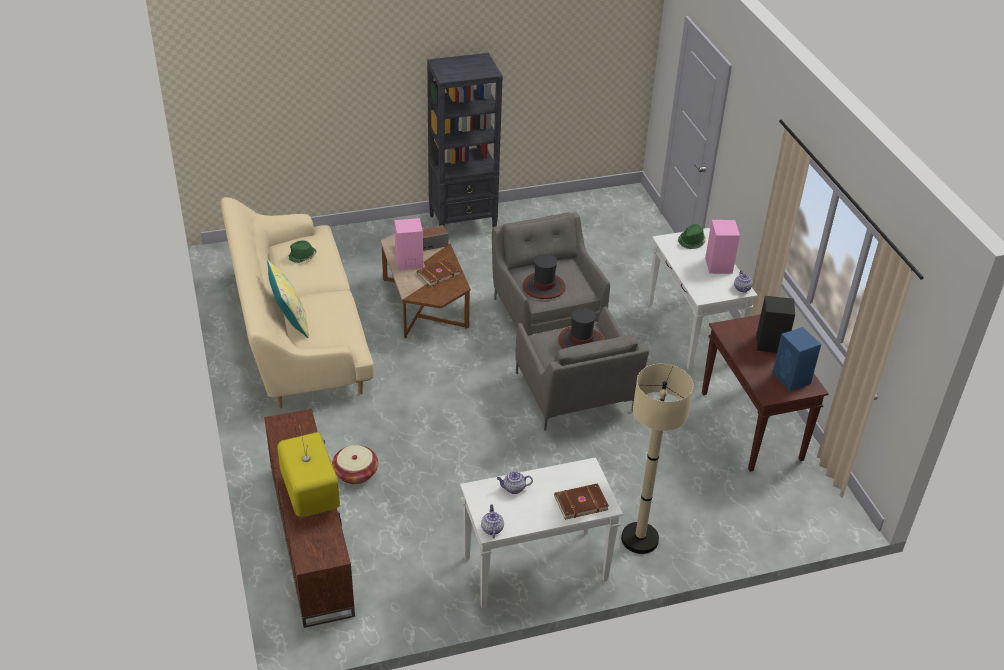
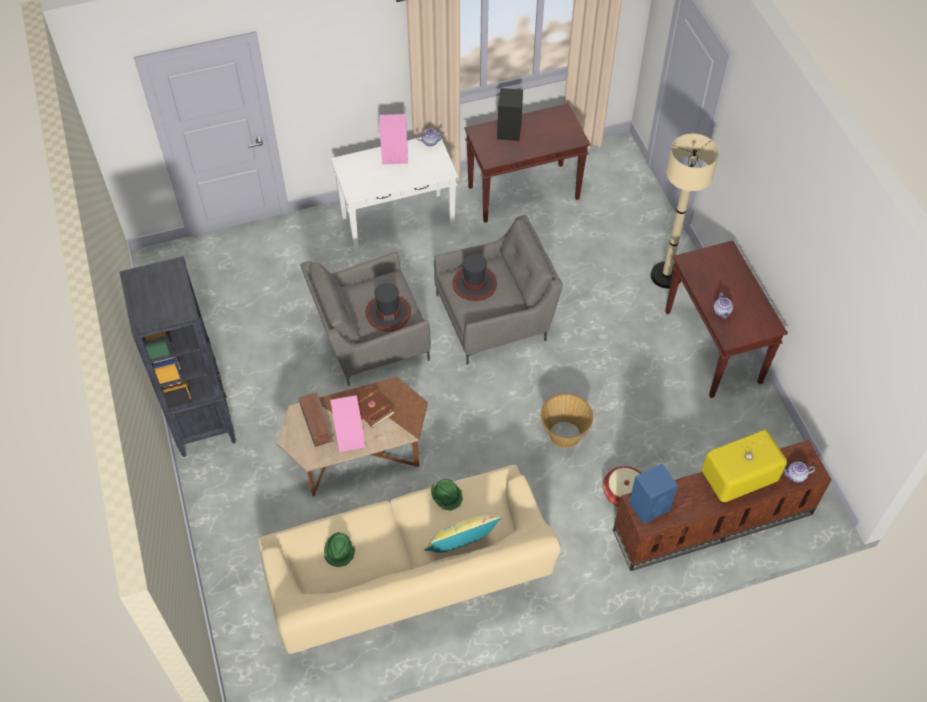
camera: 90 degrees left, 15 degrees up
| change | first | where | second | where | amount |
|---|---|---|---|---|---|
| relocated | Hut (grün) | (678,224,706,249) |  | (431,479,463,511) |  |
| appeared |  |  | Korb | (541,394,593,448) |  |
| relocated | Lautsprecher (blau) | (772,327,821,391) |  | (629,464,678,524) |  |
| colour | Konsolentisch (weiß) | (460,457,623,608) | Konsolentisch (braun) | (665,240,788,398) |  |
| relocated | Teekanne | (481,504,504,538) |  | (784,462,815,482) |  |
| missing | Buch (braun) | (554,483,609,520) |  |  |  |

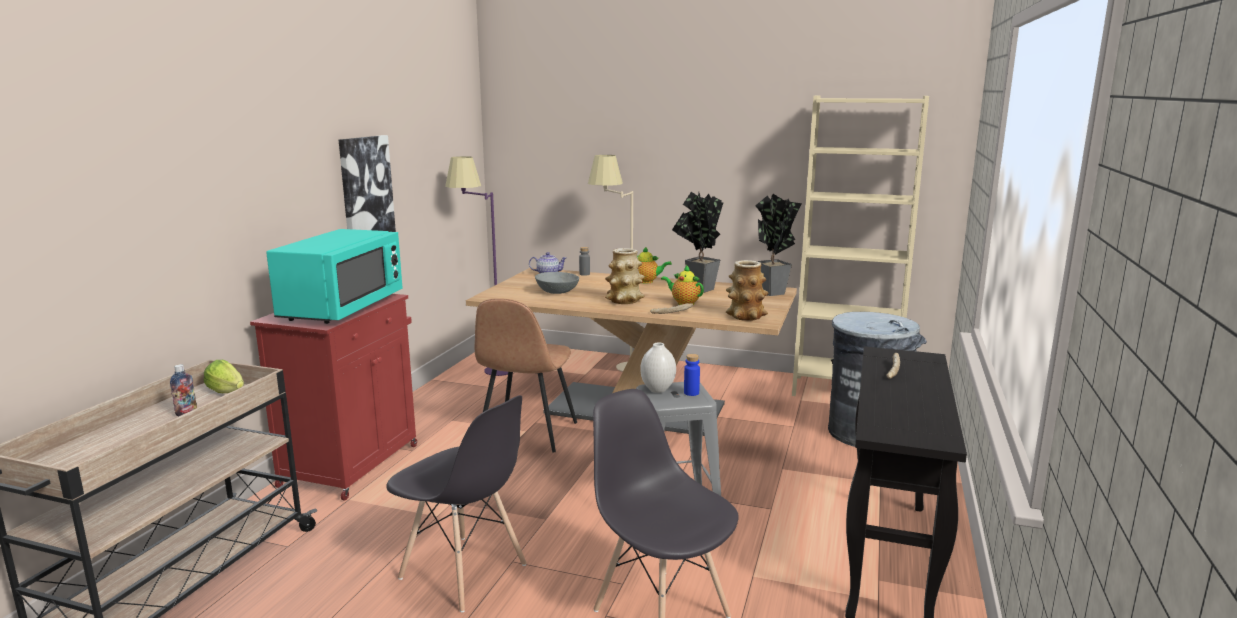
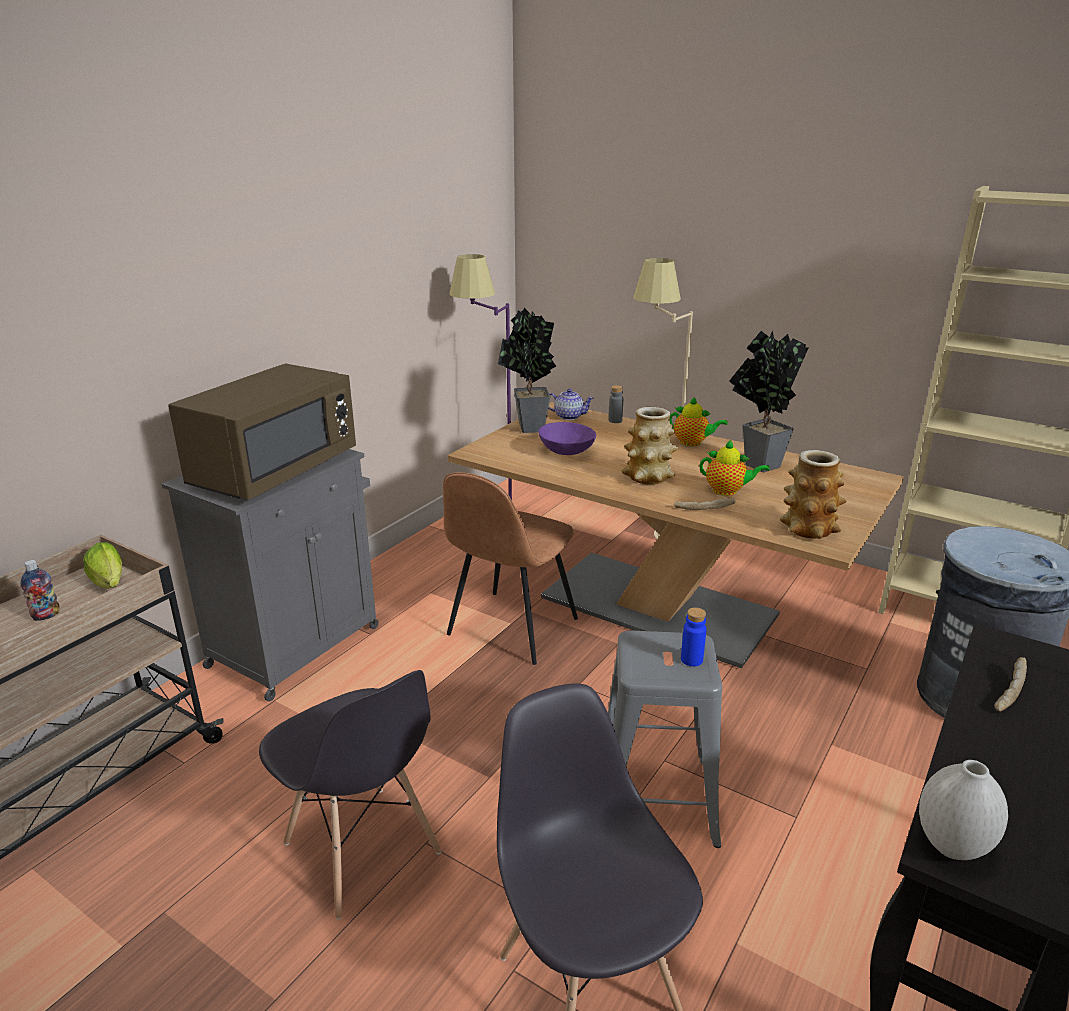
camera: 15 degrees right, 10 degrees up
| change | first | where | second | where | amount |
|---|---|---|---|---|---|
| colour | Schrank (rot) | (250,294,417,501) | Schrank (grau) | (162,449,379,702) |  |
| colour | Mikrowelle (türkis) | (266,229,402,324) | Mikrowelle (braun) | (168,363,356,500) |  |
| relocated | Topfpflanze | (755,194,802,296) |  | (498,308,556,433) |  |
| colour | Schüssel (grau) | (535,272,579,294) | Schüssel (lila) | (538,422,596,455) |  |
| spun | Teekanne | (661,265,704,305) |  | (700,440,770,496) | 150 degrees clockwise |
| relocated | Vase (weiß) | (640,343,676,393) |  | (919,760,1008,860) |  |
| missing | Bild | (339,135,396,232) |  |  |  |

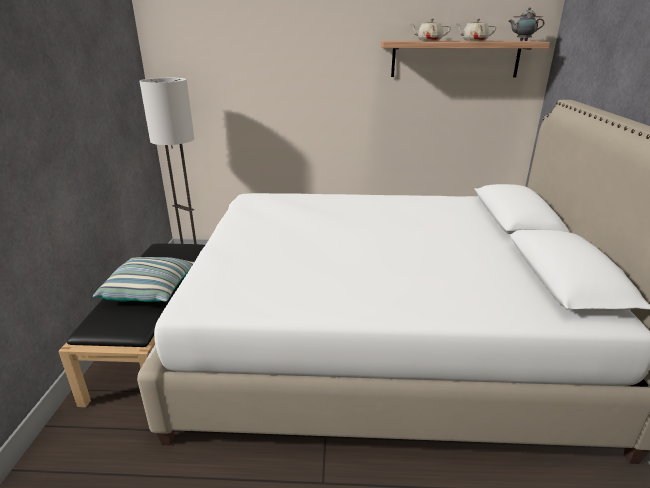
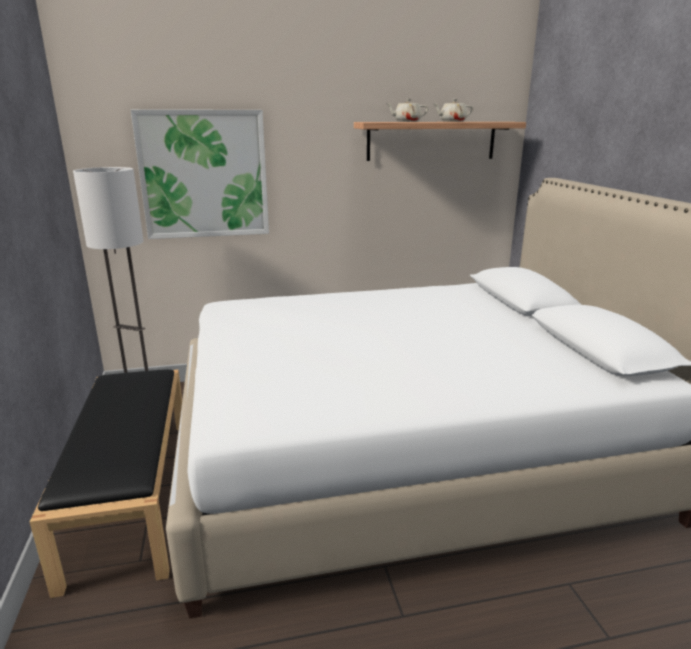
camera: 15 degrees left, 5 degrees down
| change | first | where | second | where | amount |
|---|---|---|---|---|---|
| appeared |  |  | Bild | (131,109,269,239) |  |
| missing | Kissen | (93,257,194,302) |  |  |  |
| missing | Teekanne | (508,8,545,41) |  |  |  |

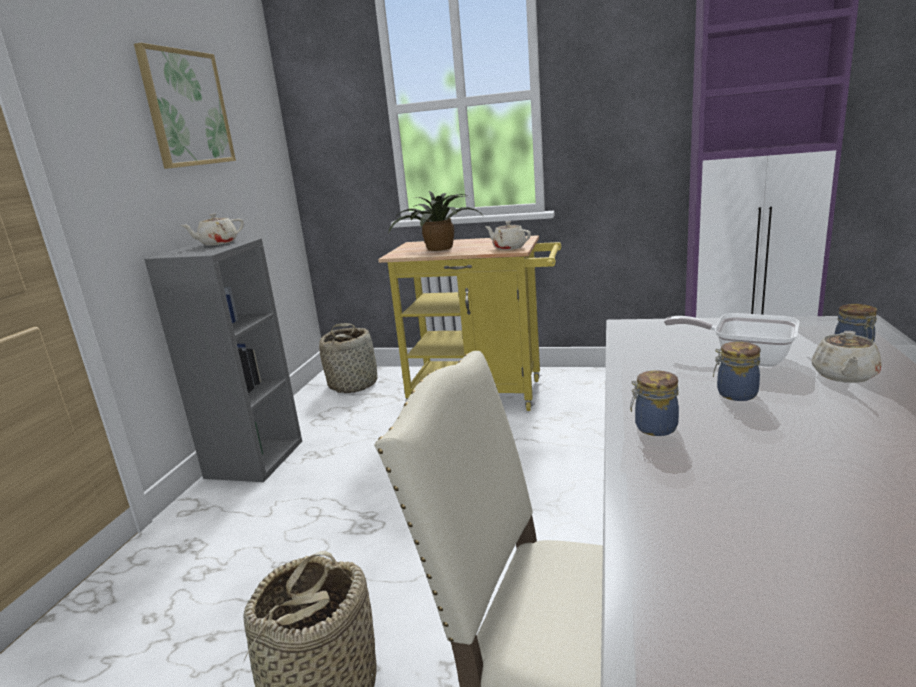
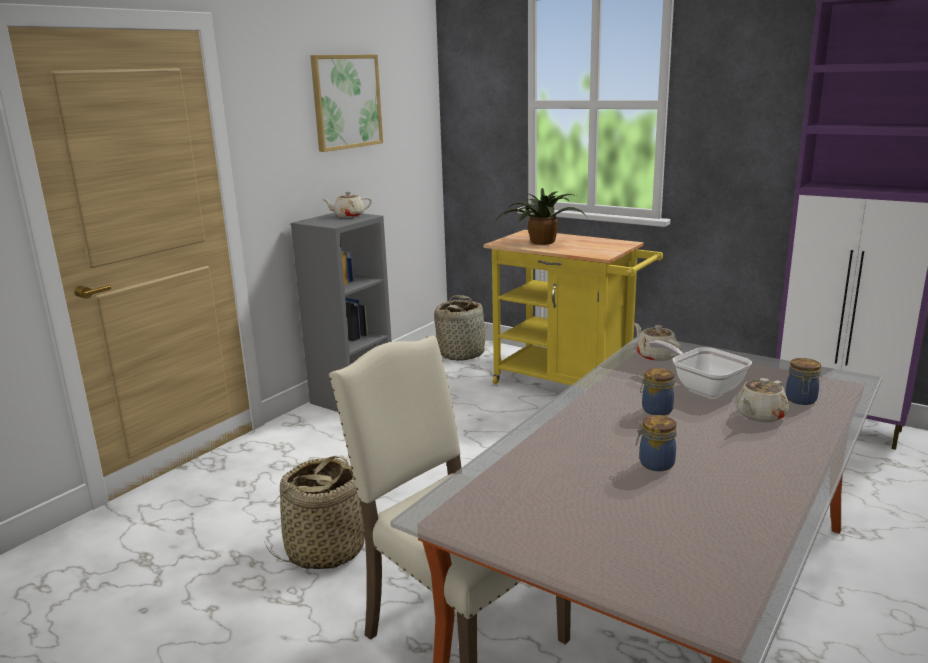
camera: 20 degrees right, 0 degrees up
| change | first | where | second | where | amount |
|---|---|---|---|---|---|
| relocated | Teekanne (beige) | (485,221,531,250) |  | (634,323,681,361) |  |
| relocated | Vorratsglas | (630,370,679,436) |  | (636,415,677,471) |  |

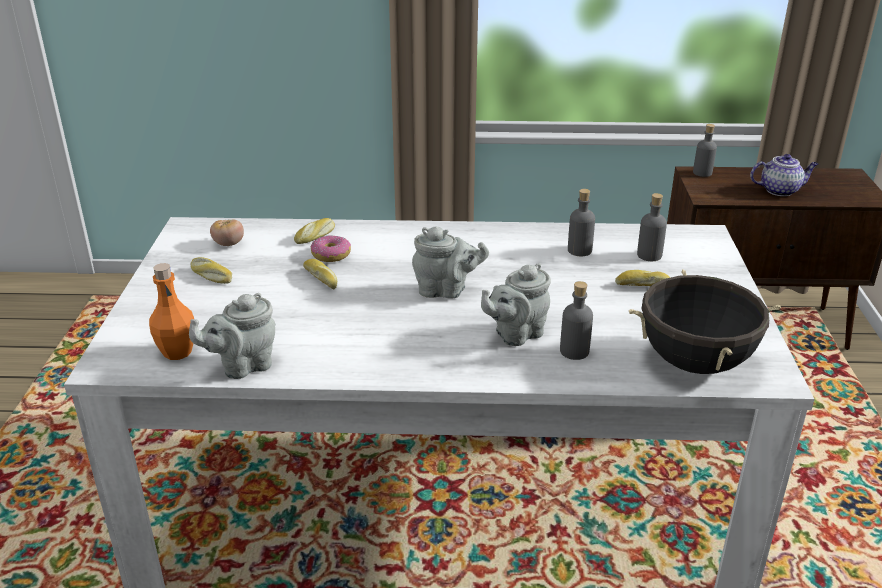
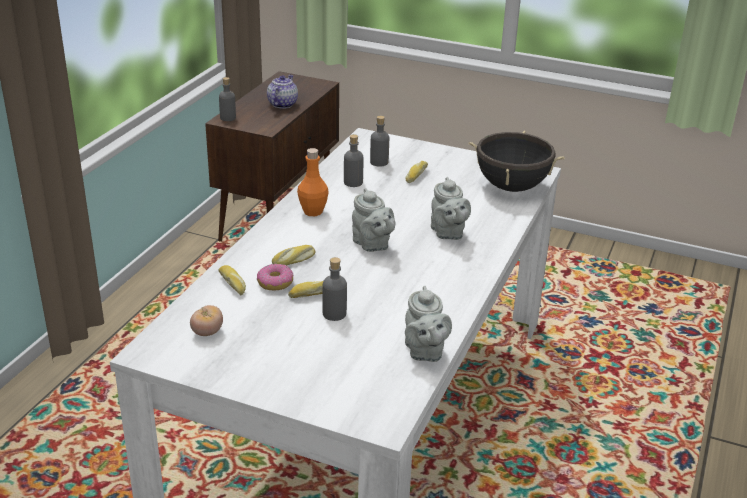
camera: 70 degrees left, 0 degrees up
| change | first | where | second | where | amount |
|---|---|---|---|---|---|
| relocated | Brot | (191,257,232,284) |  | (272,245,316,265) |  |
| relocated | Flasche (orange) | (149,263,194,360) |  | (297,148,329,216) |  |
| relocated | Flasche (grau) | (560,281,593,360) |  | (322,257,347,321) |  |
| spun | Teekanne (grau) | (412,227,489,299) |  | (352,188,396,252) | 120 degrees clockwise |

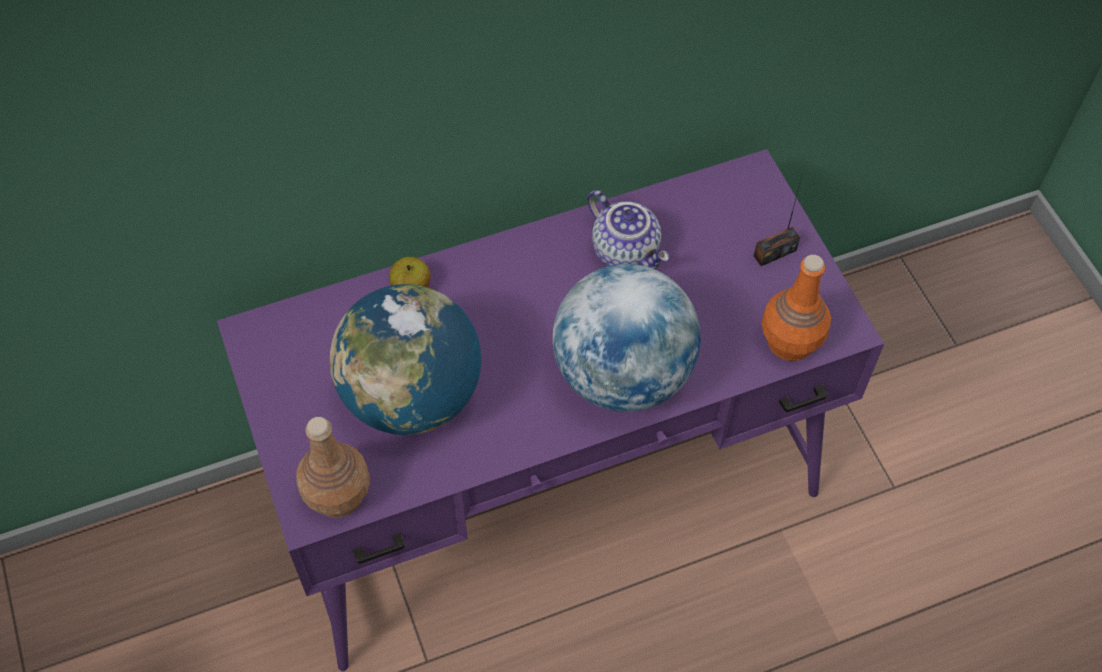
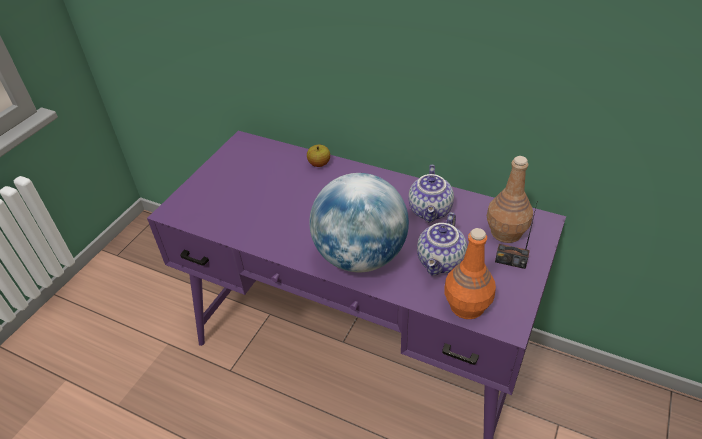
camera: 50 degrees right, 15 degrees down
| change | first | where | second | where | amount |
|---|---|---|---|---|---|
| appeared |  |  | Teekanne | (417,212,467,275) |  |
| relocated | Flasche (braun) | (296,417,370,518) |  | (487,156,533,243) |  |
| missing | Globus | (330,284,481,435) |  |  |  |

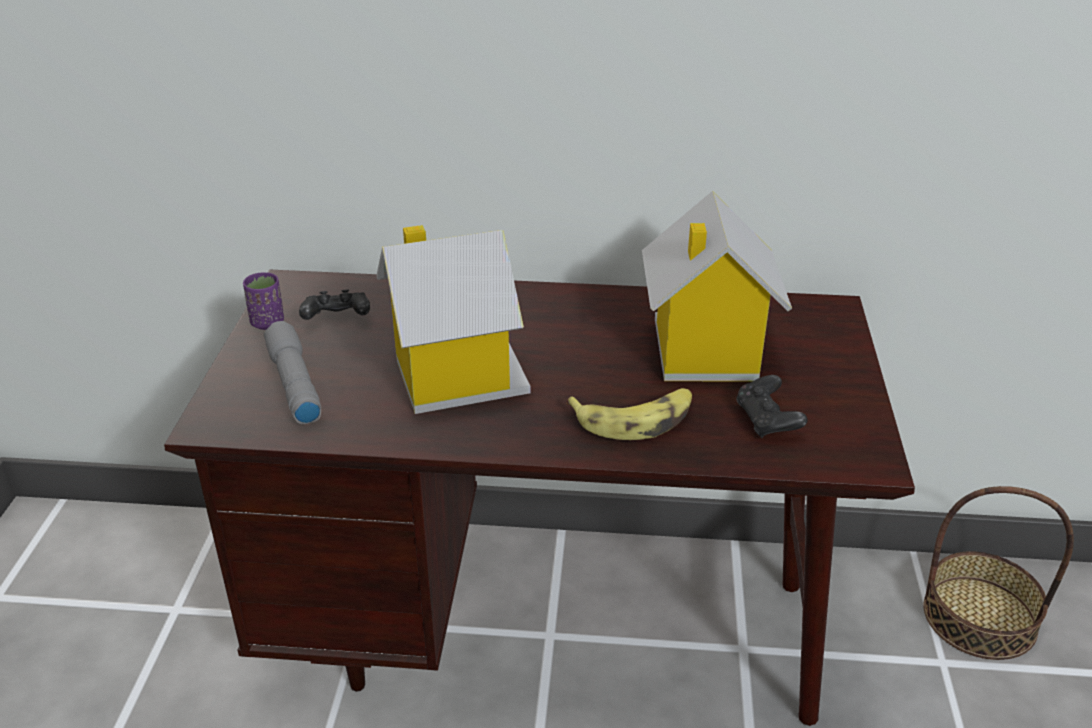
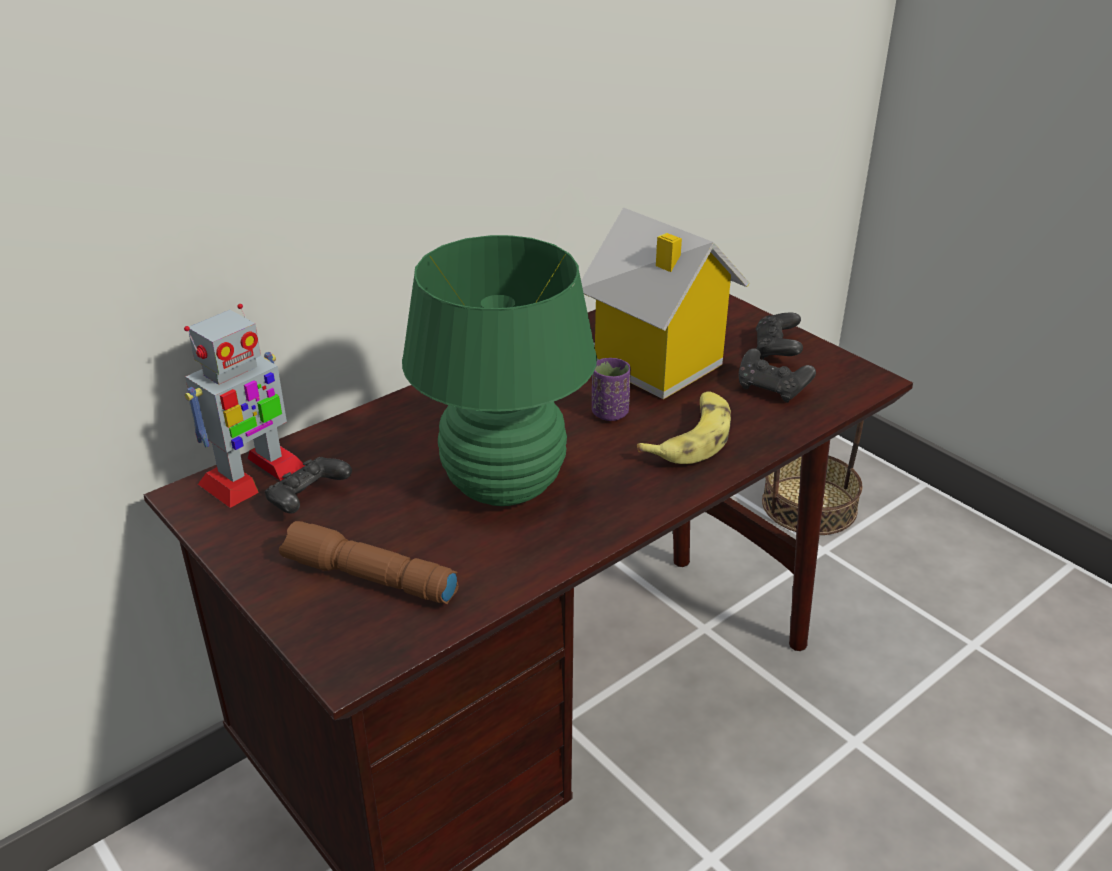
camera: 45 degrees left, 0 degrees up
| change | first | where | second | where | amount |
|---|---|---|---|---|---|
| appeared |  |  | Spielzeugroboter | (184,304,305,508) |  |
| colour | Taschenlampe (grau) | (264,321,321,424) | Taschenlampe (braun) | (279,521,458,604) |  |
| exchanged | Spielzeughaus | (376,225,531,414) | Tischlampe (grün) | (402,235,597,506) |  |
| relocated | Tasse (lila) | (243,272,284,330) |  | (592,358,631,421) |  |
| appeared |  |  | Gamepad (schwarz) | (756,312,803,360) |  |

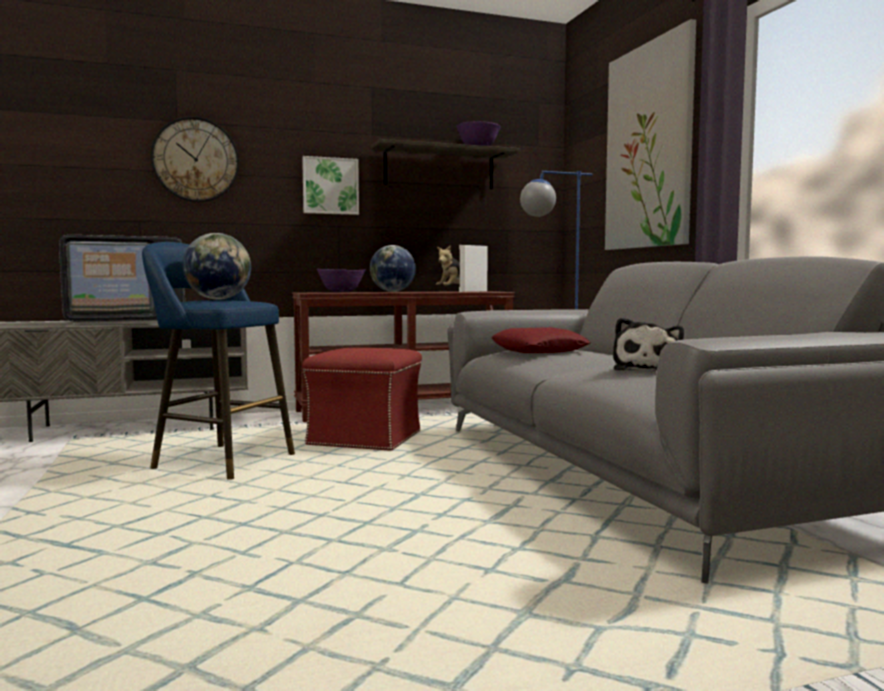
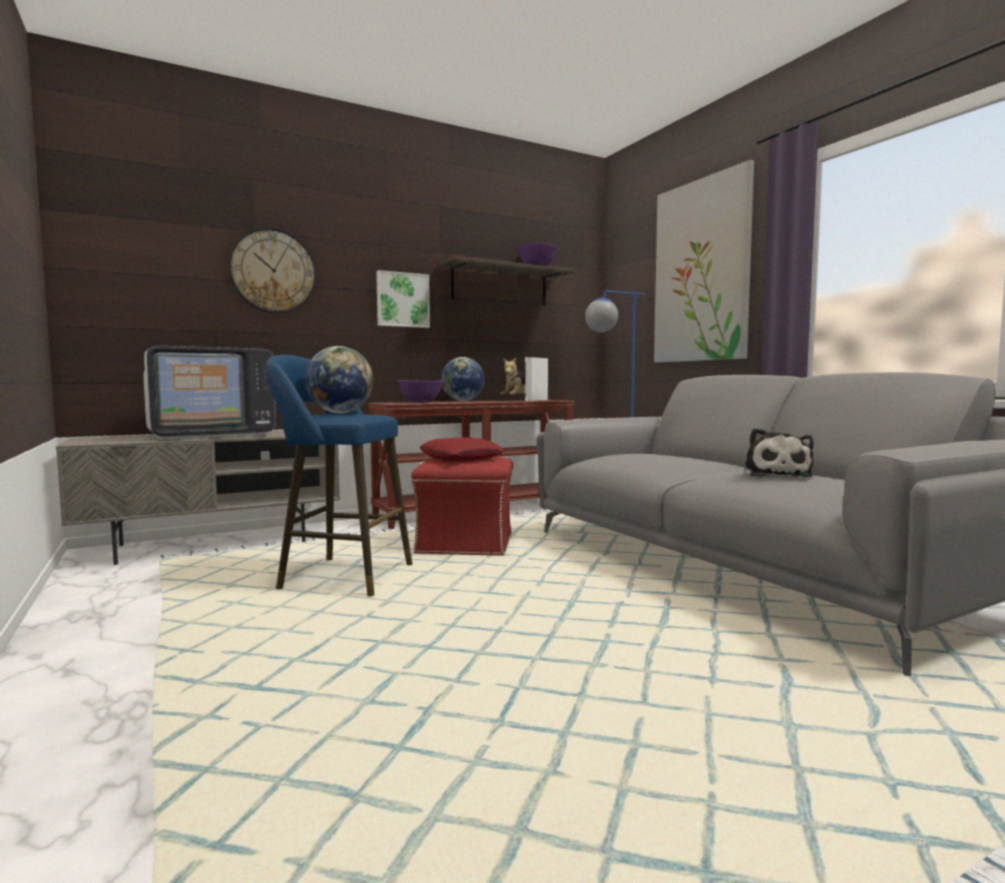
camera: 10 degrees left, 0 degrees up
| change | first | where | second | where | amount |
|---|---|---|---|---|---|
| relocated | Kissen (rot) | (491,327,591,353) |  | (420,437,505,461) |  |

